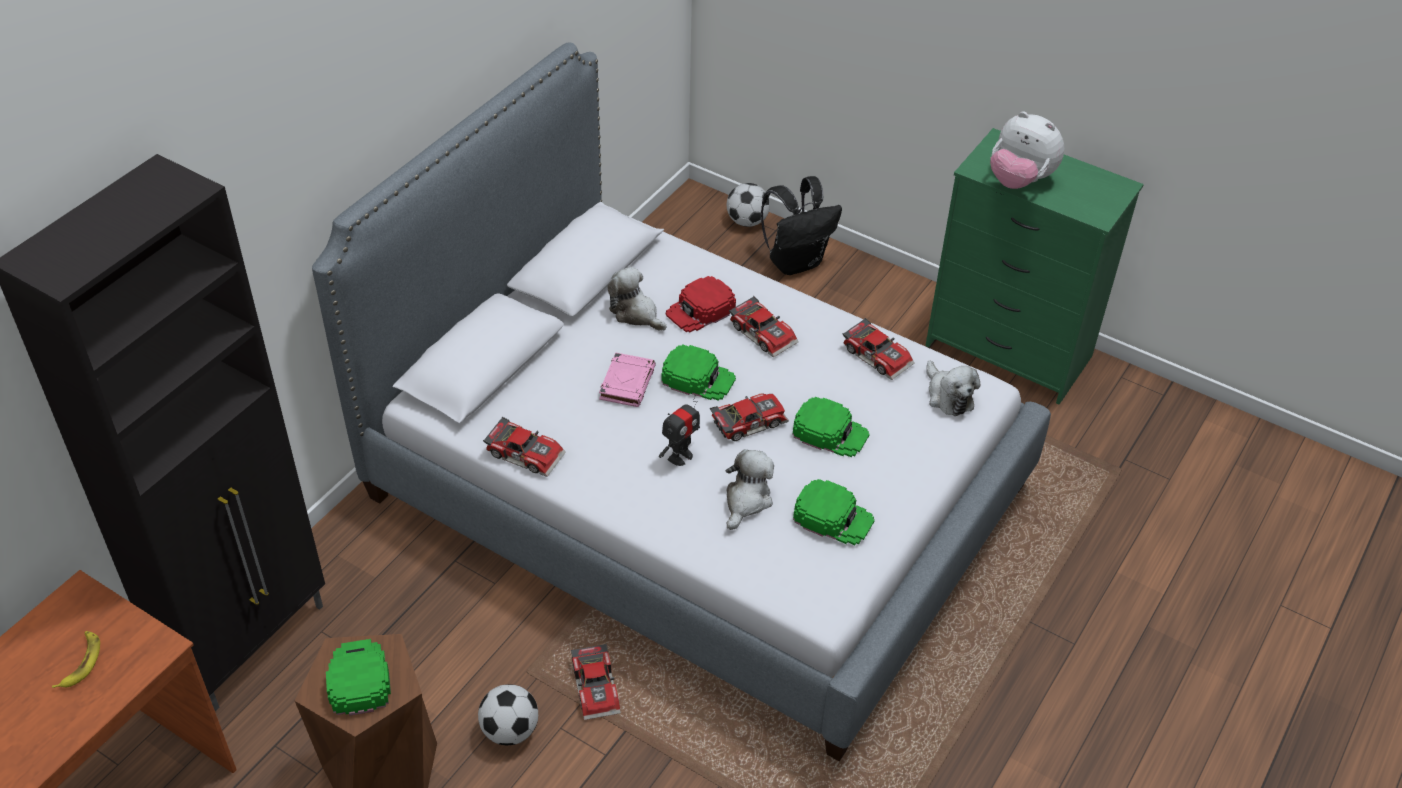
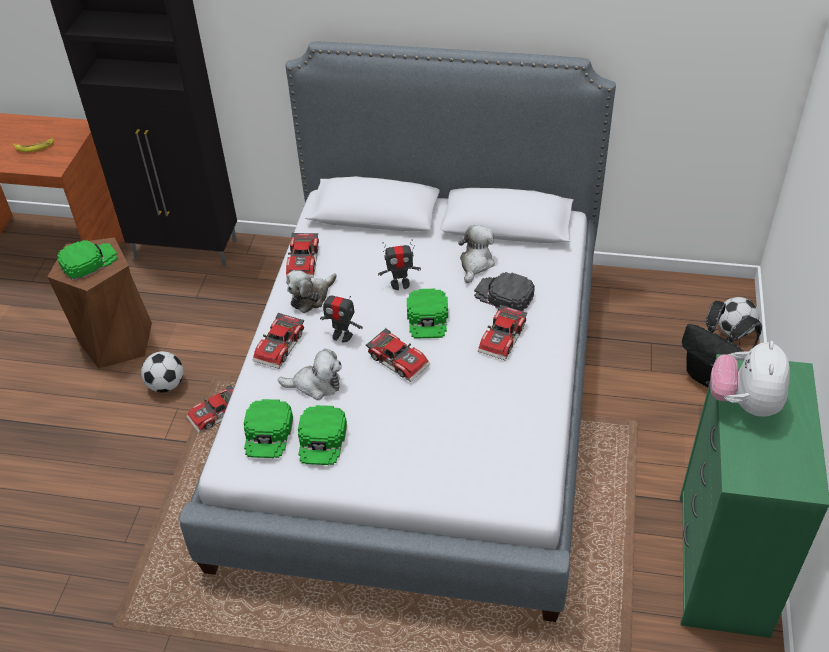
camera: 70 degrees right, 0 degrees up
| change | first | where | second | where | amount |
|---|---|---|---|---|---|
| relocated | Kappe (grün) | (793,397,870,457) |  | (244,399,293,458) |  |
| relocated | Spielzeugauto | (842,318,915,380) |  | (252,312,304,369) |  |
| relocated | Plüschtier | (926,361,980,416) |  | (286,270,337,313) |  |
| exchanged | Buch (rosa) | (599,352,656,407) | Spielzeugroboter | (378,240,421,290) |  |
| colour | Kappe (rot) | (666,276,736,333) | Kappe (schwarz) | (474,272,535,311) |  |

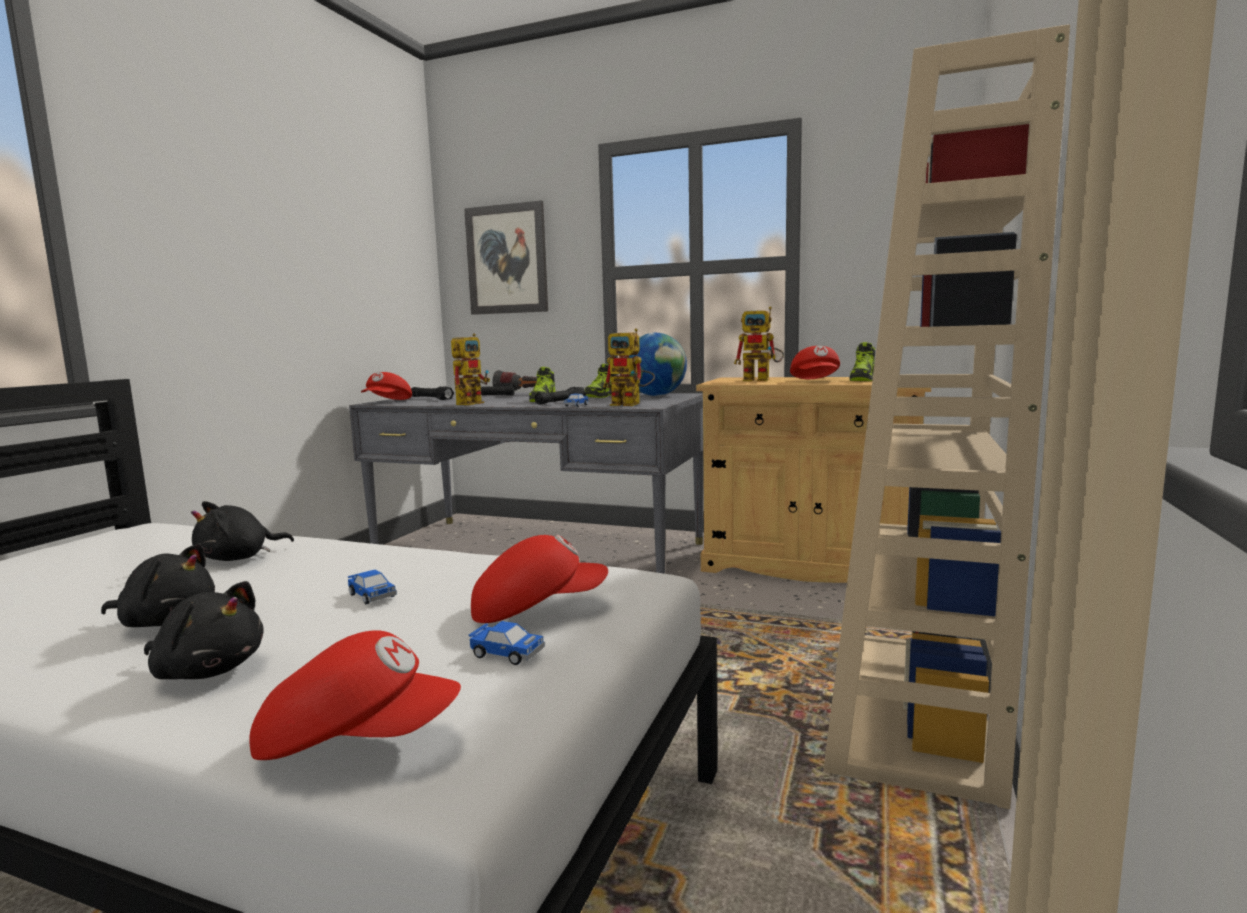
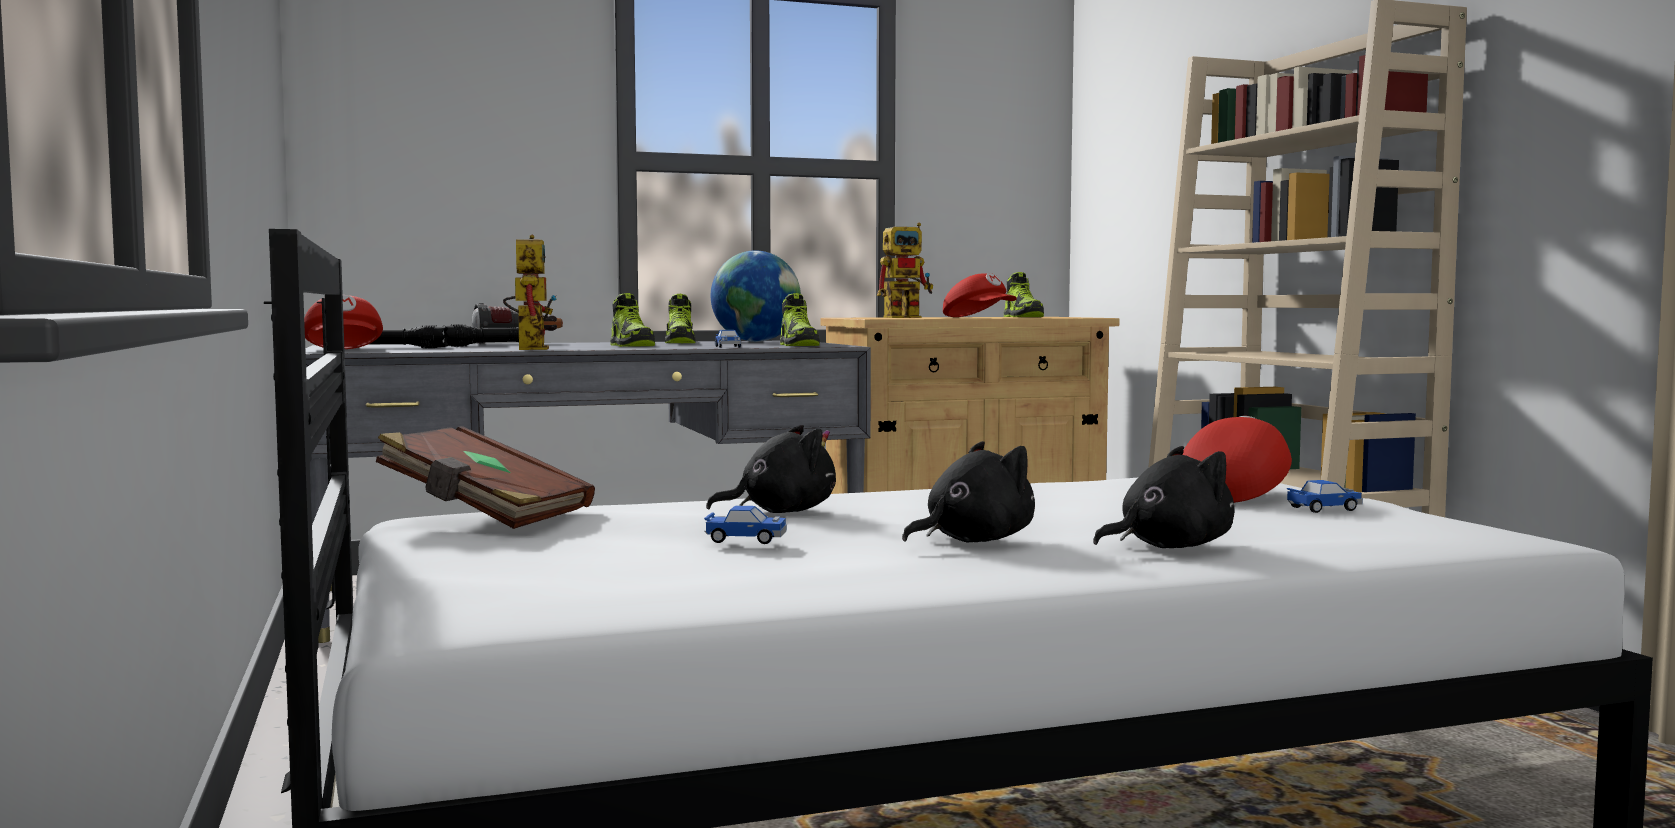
camera: 40 degrees left, 5 degrees down
| change | first | where | second | where | amount |
|---|---|---|---|---|---|
| appeared |  |  | Buch (braun) | (376,426,595,529) |  |
| relocated | Spielzeugauto | (348,570,397,604) |  | (704,506,787,544) |  |
| spun | Plüschtier (schwarz) | (191,501,294,561) |  | (706,425,836,513) | 120 degrees counterclockwise |
| exchanged | Spielzeugroboter | (603,328,655,406) | Schuh | (780,293,820,346) |  |
| missing | Kappe (rot) | (249,630,461,760) |  |  |  |
| missing | Bild | (464,200,548,315) |  |  |  |
| missing | Taschenlampe (schwarz) | (535,387,586,405) |  |  |  |

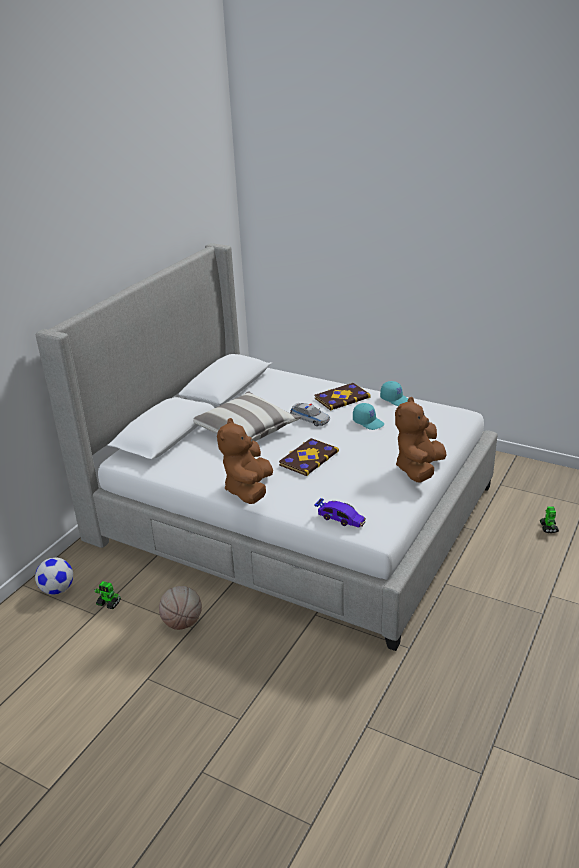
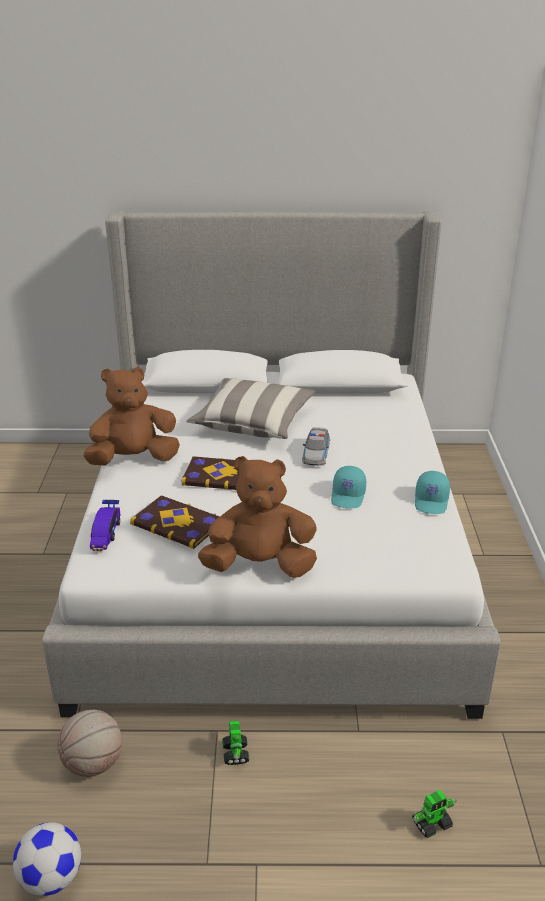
camera: 60 degrees right, 0 degrees up
| change | first | where | second | where | amount |
|---|---|---|---|---|---|
| relocated | Fußball | (35,557,73,595) |  | (13,822,81,896) |  |
| relocated | Basketball | (159,586,202,630) |  | (57,710,122,777) |  |
| relocated | Buch | (314,383,370,410) |  | (130,495,219,549) |  |
| relocated | Spielzeugroboter | (94,581,121,609) |  | (222,721,249,765) |  |

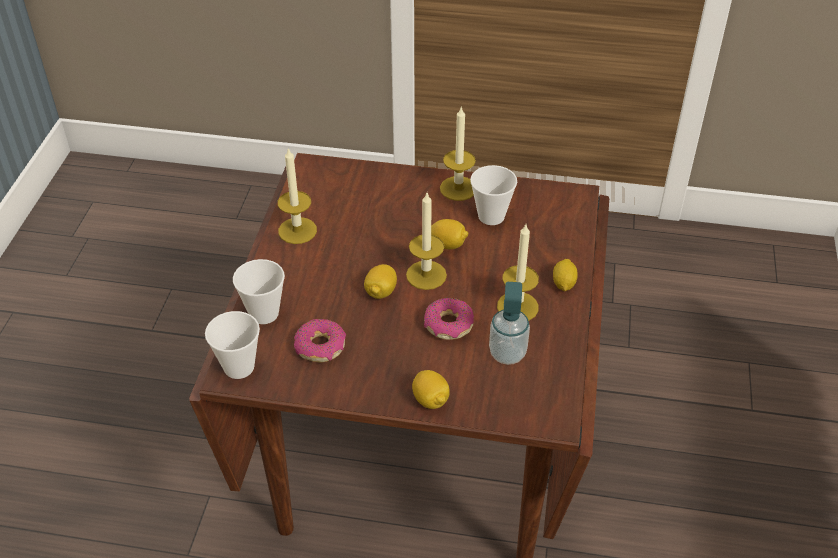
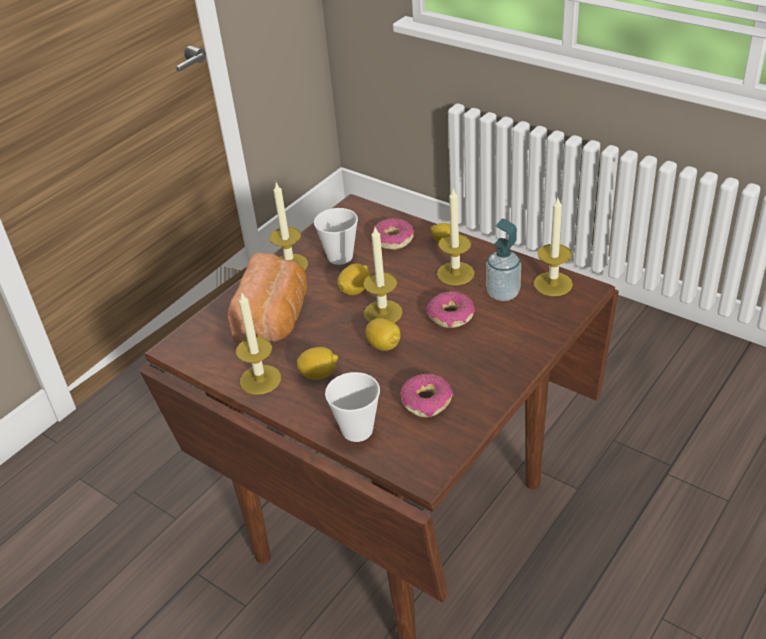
camera: 60 degrees left, 5 degrees down
| change | first | where | second | where | amount |
|---|---|---|---|---|---|
| appeared |  |  | Brot | (228,253,308,345) |  |
| relocated | Zitrone | (412,370,450,409) |  | (296,347,338,380) |  |
| appeared |  |  | Donut | (372,218,415,250) |  |
| appeared |  |  | Kerze | (533,198,573,296) |  |
| missing | Tasse | (205,311,260,379) |  |  |  |

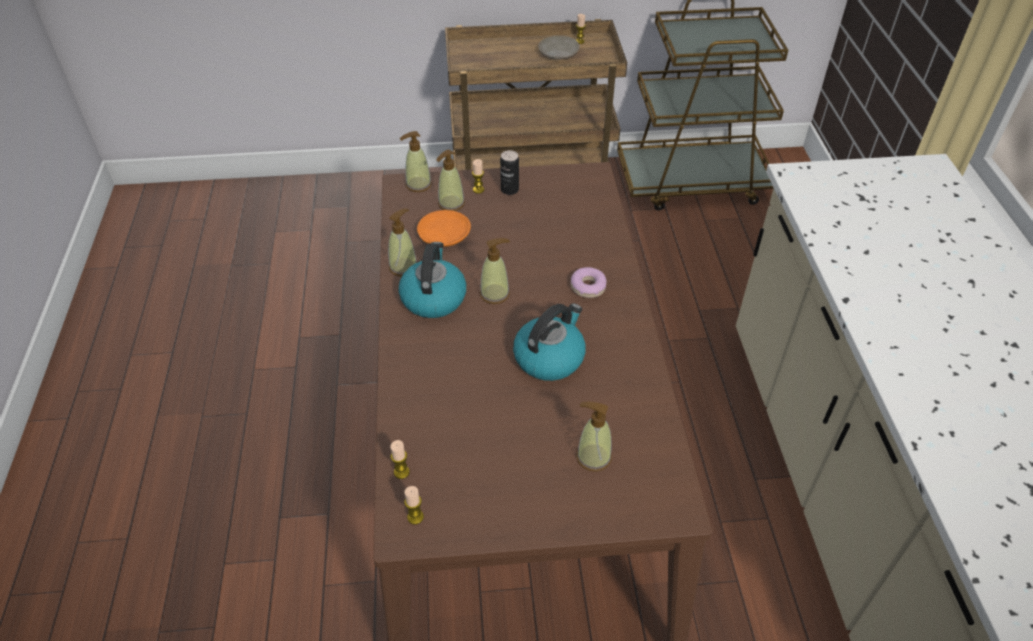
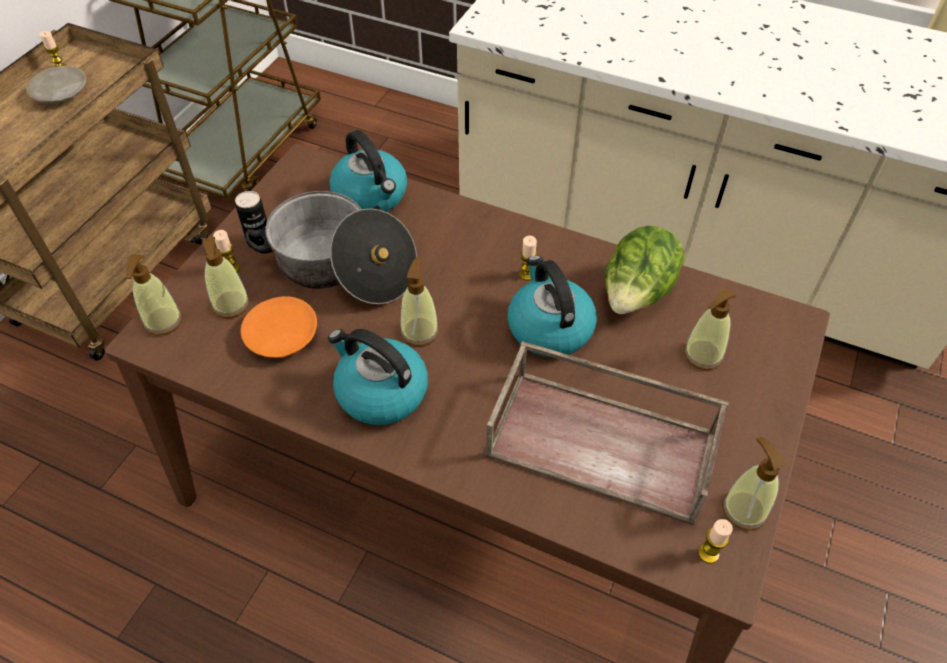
camera: 60 degrees left, 5 degrees up
| change | first | where | second | where | amount |
|---|---|---|---|---|---|
| appeared |  |  | Kochtopf | (245,191,417,304) |  |
| appeared |  |  | Wasserkessel | (329,130,407,212) |  |
| appeared |  |  | Tablett (braun) | (485,341,729,525) |  |
| relocated | Kerze | (391,440,410,479) |  | (519,236,537,281) |  |
| appeared |  |  | Salatkopf | (605,226,685,314) |  |
| relocated | Seifenspender | (388,208,417,276) |  | (722,437,787,531) |  |
| missing | Donut | (571,267,607,298) |  |  |  |

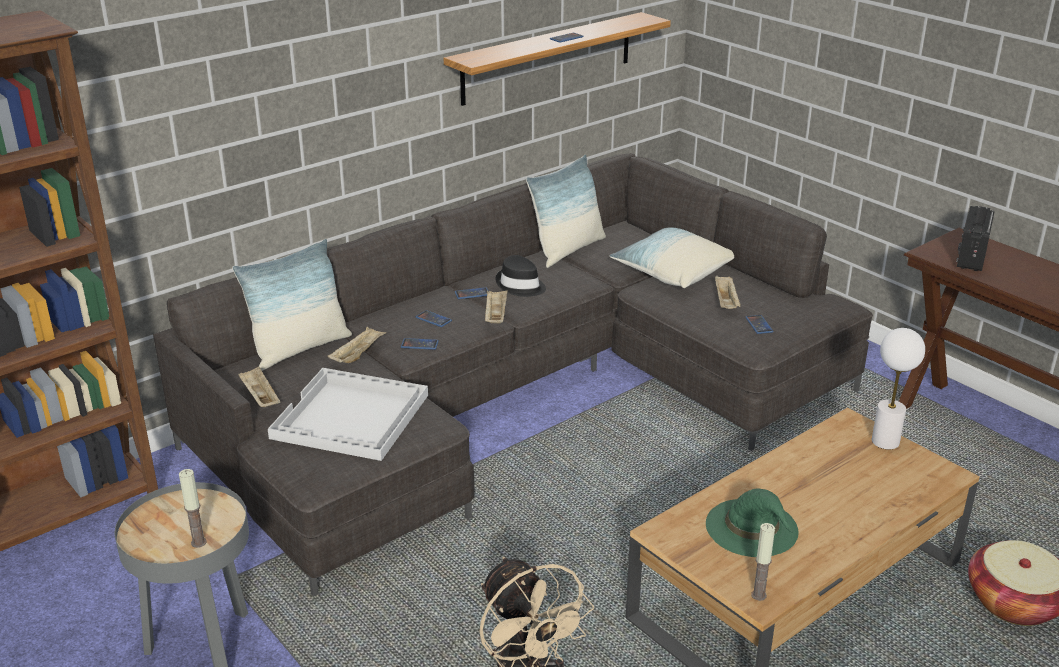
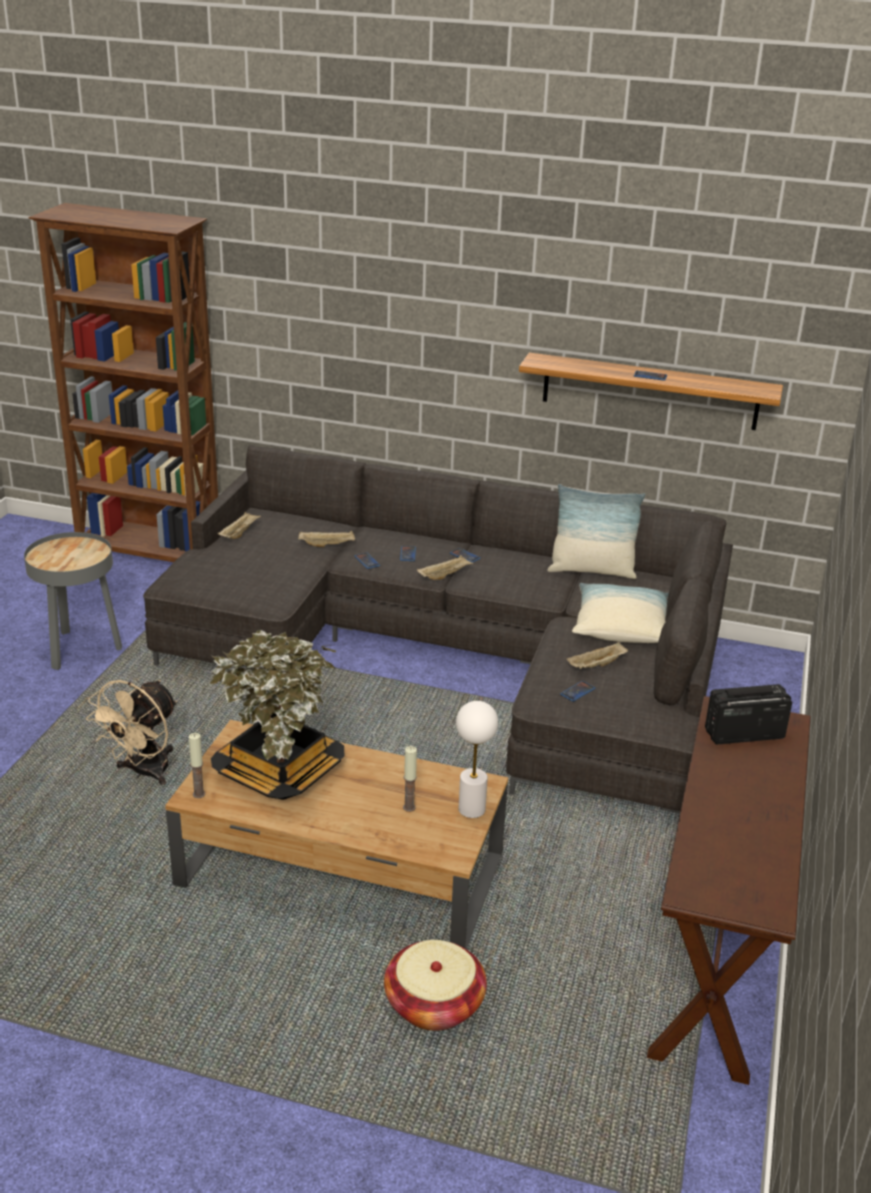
camera: 55 degrees right, 0 degrees up
| change | first | where | second | where | amount |
|---|---|---|---|---|---|
| exchanged | Hut (grün) | (706,488,799,557) | Topfpflanze | (210,630,344,800) |  |
| relocated | Kerze | (179,469,206,548) |  | (403,746,417,812) |  |
| missing | Kissen | (232,239,352,371) |  |  |  |
| missing | Tablett (weiß) | (268,368,428,461) |  |  |  |
| missing | Hut (schwarz) | (496,255,546,297) |  |  |  |

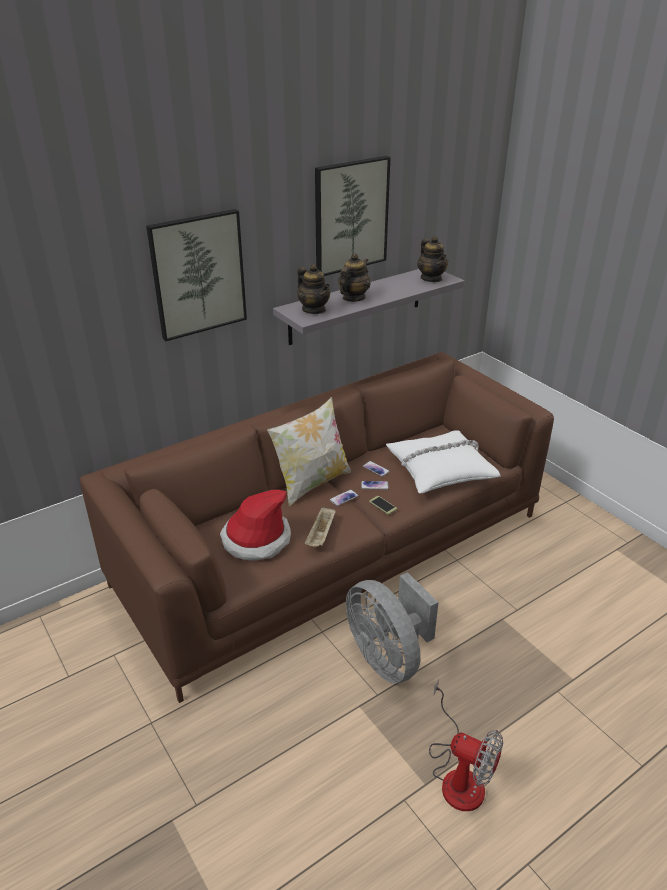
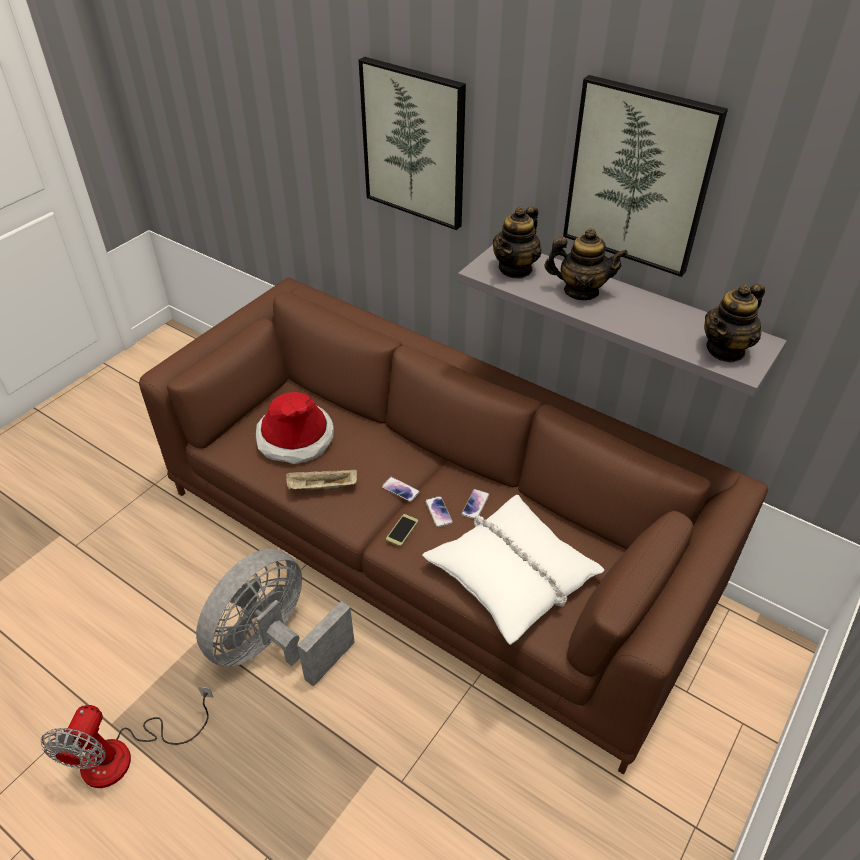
camera: 70 degrees right, 10 degrees up
| change | first | where | second | where | amount |
|---|---|---|---|---|---|
| missing | Kissen | (267,397,351,506) |  |  |  |

